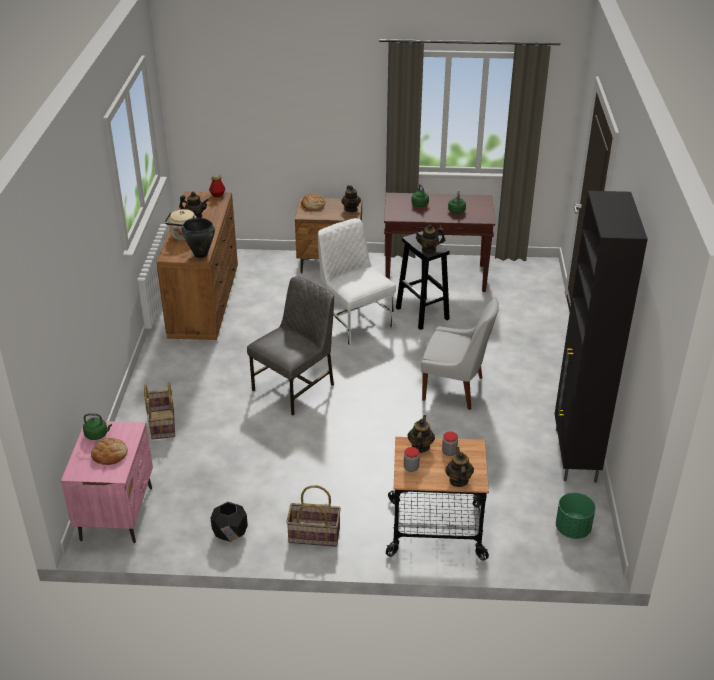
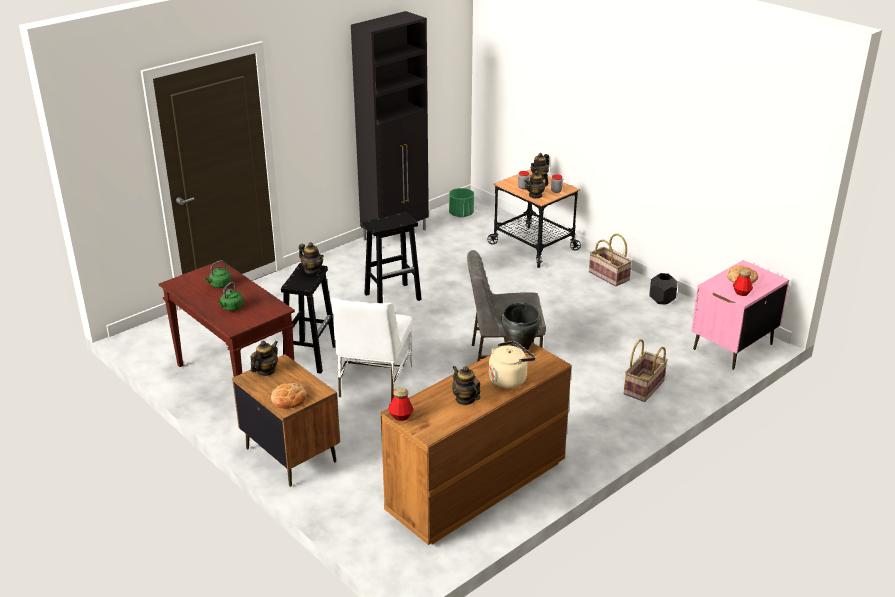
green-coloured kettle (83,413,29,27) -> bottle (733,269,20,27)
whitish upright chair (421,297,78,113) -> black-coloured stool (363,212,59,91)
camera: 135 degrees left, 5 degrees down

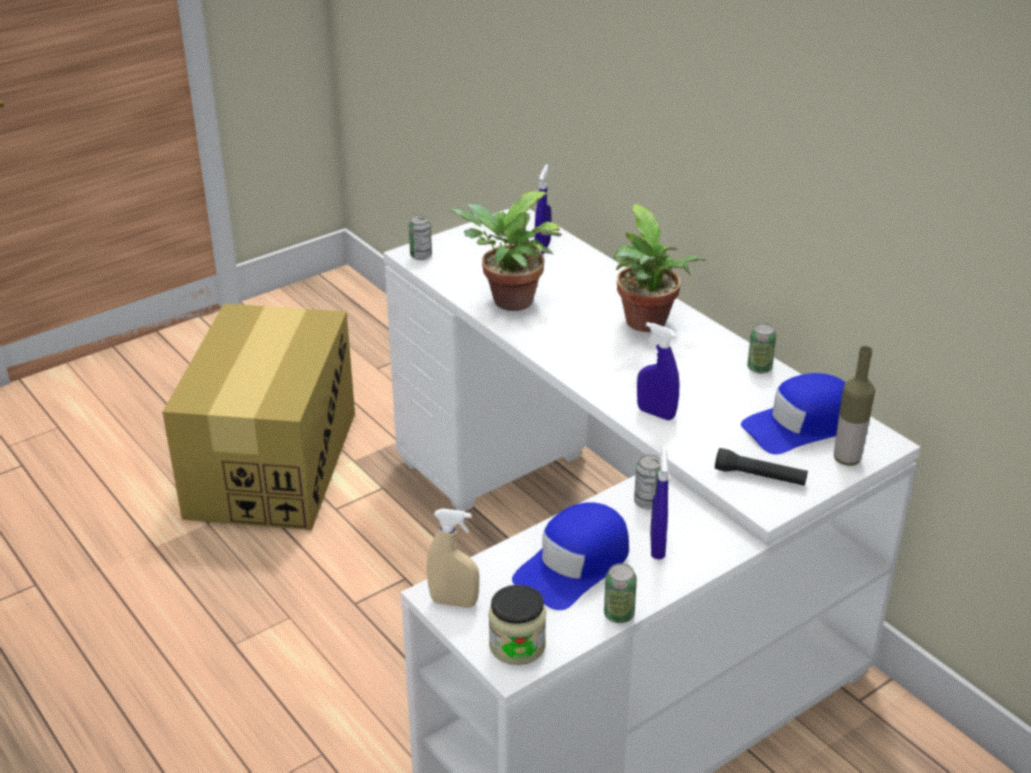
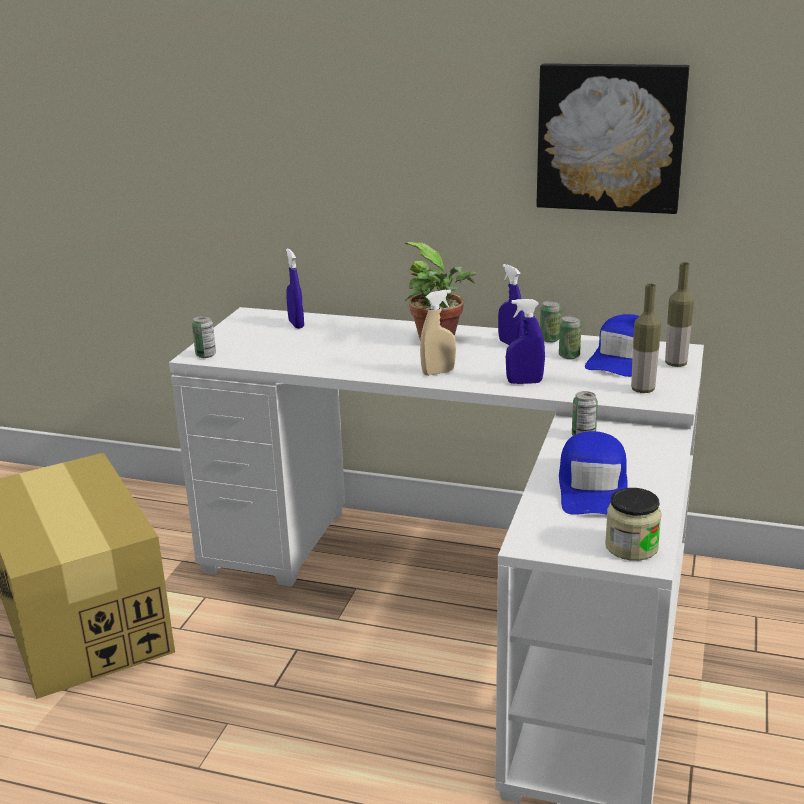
beige-coloured hand sprayer (427,508,52,100) -> beige-coloured hand sprayer (420,289,36,87), shifted
houseplant (448,191,114,120) -> none
can (604,563,33,60) -> can (559,316,22,43), shifted
blue-coloured hand sprayer (650,445,19,114) -> blue-coloured hand sprayer (498,264,26,81), shifted
black-coloured torch (715,448,93,38) -> bottle (631,284,30,109)
none -> wall picture (536,63,154,151)
camera: 35 degrees left, 10 degrees down

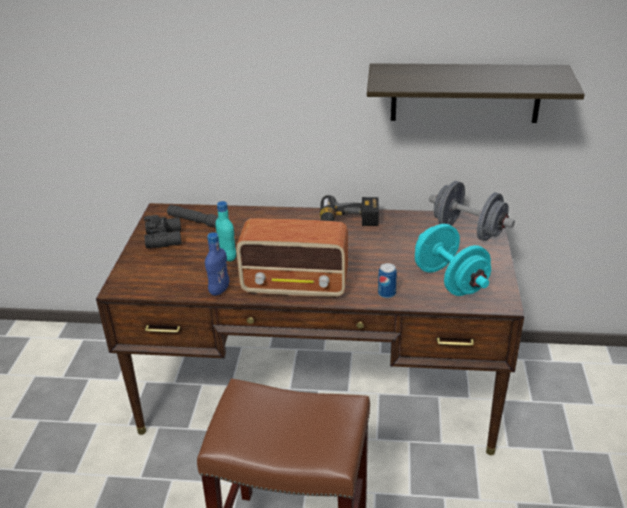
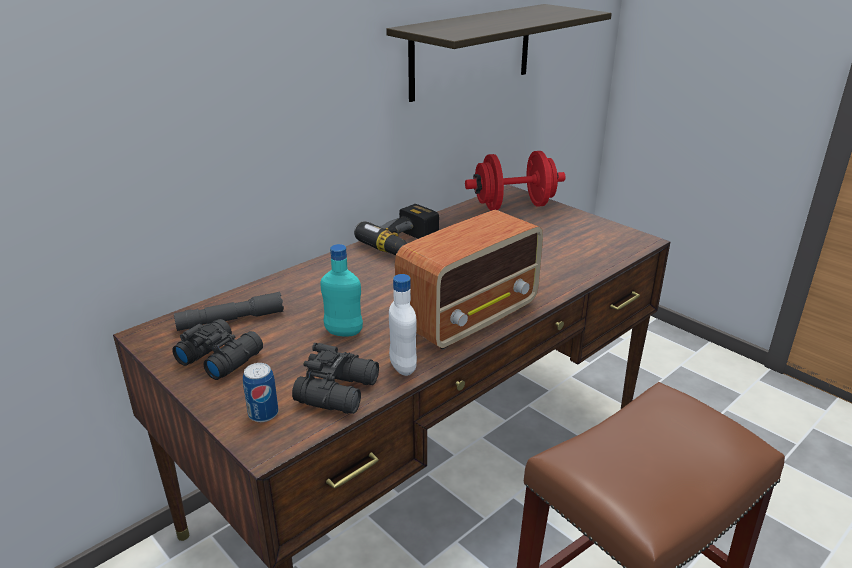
blue-coloured bottle (205,232,24,64) -> whitish bottle (389,274,28,102)
can (378,263,19,35) -> can (243,363,35,59), shifted
blue-green free weight (415,224,76,72) -> none
grey free weight (429,181,86,60) -> red free weight (465,151,100,59)
none -> black-coloured field glasses (292,343,87,71)
camera: 50 degrees left, 5 degrees down

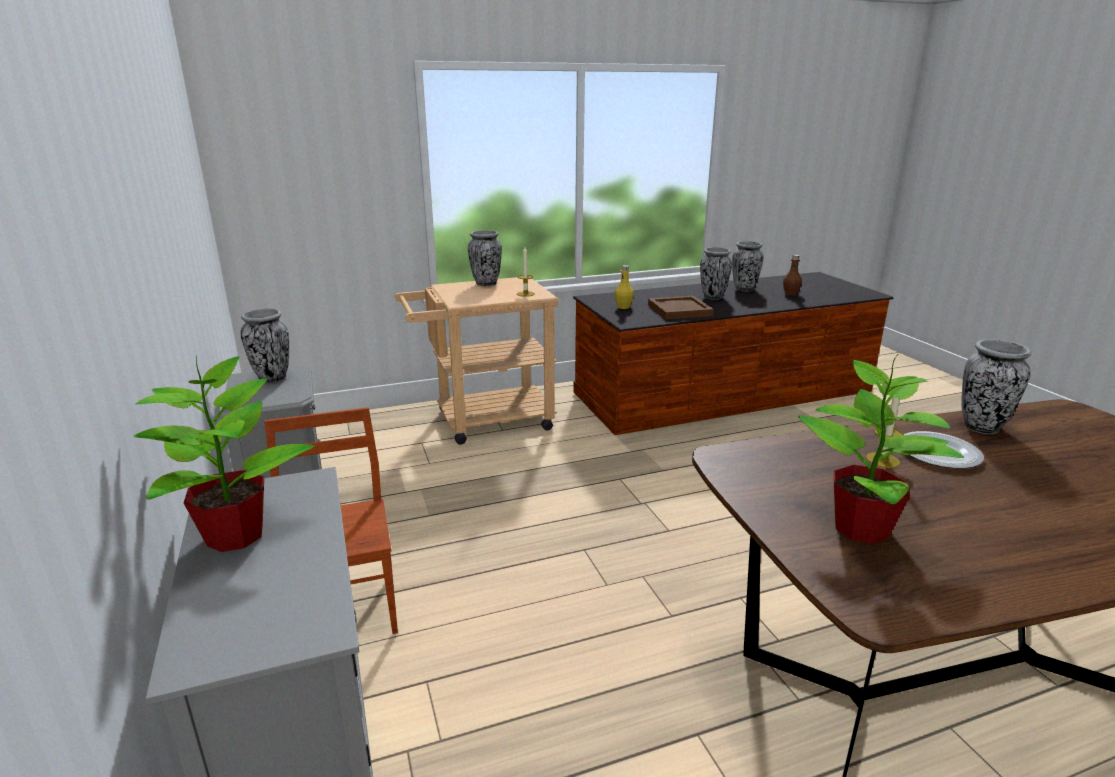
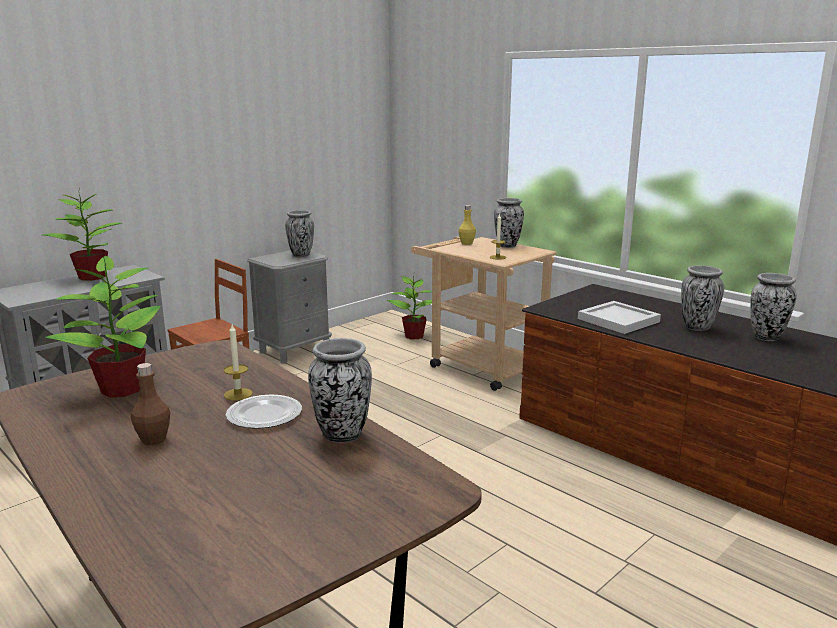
yellowish bottle (615,265,19,44) -> yellowish bottle (459,205,17,40), shifted
brownish serving tray (648,296,66,24) -> whitish serving tray (578,301,83,33)
brownish bottle (783,255,19,41) -> brownish bottle (131,363,39,83), shifted
none -> houseplant (387,274,45,65)
camera: 65 degrees right, 5 degrees down

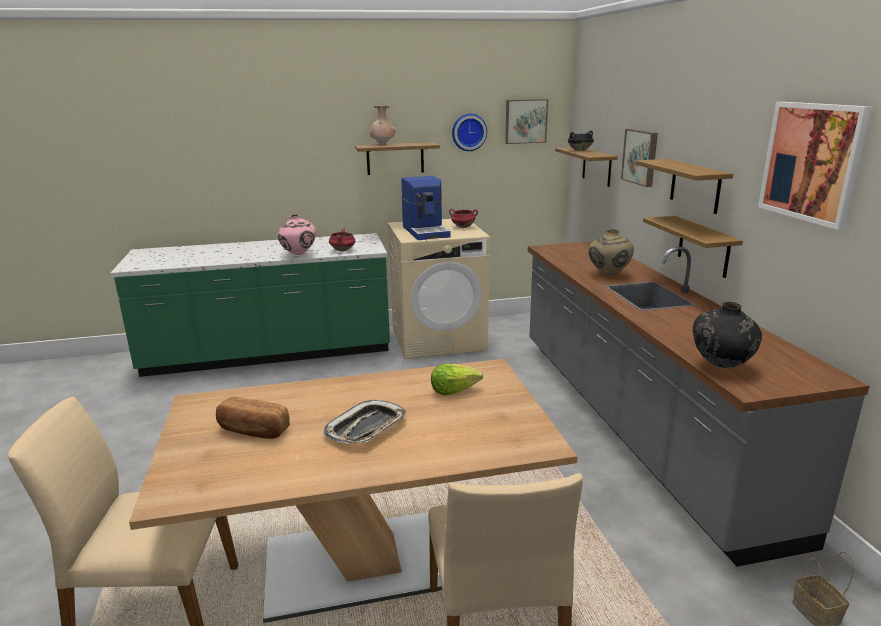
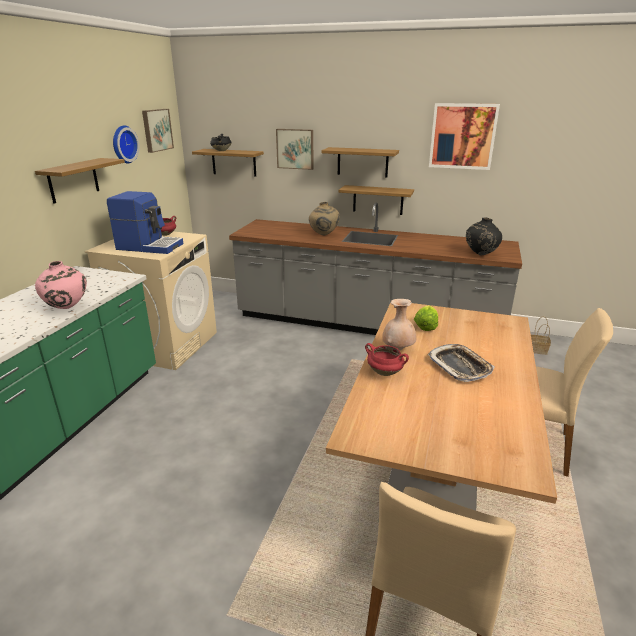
bread (216,396,74,43) -> none
red saucepot (329,228,26,24) -> red saucepot (365,343,44,33), shifted
beige-coloured flower vase (369,105,27,40) -> beige-coloured flower vase (382,299,35,52), shifted
camera: 60 degrees left, 5 degrees up

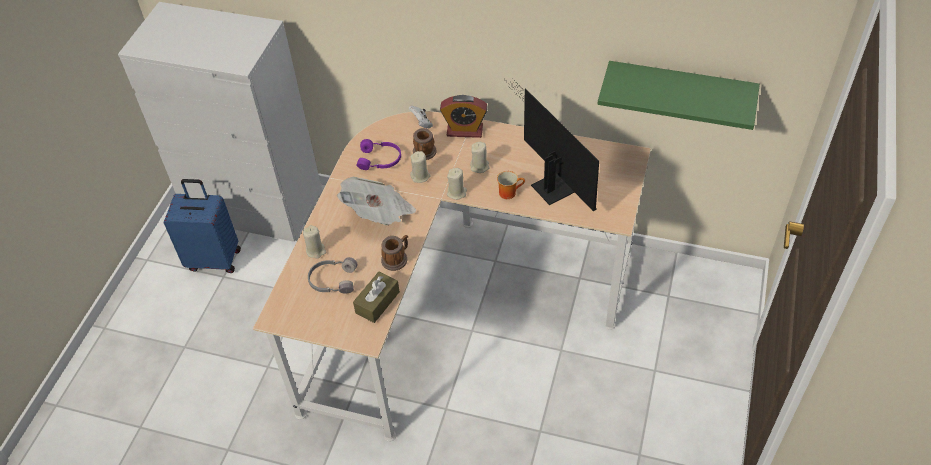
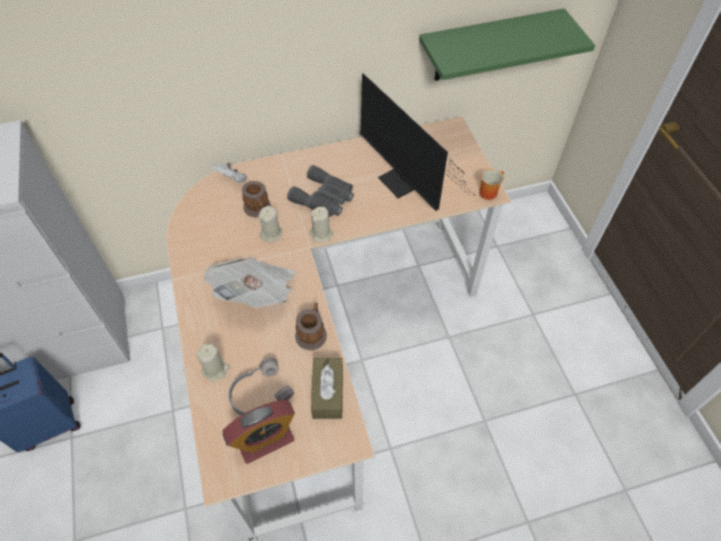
purple headset (356,139,45,31) -> none
bedside clock (440,95,47,43) -> bedside clock (222,400,73,64), shifted
beige-coloured wax candle (470,142,20,31) -> grey field glasses (287,165,67,52)
mug (497,171,28,28) -> mug (479,169,25,31), shifted
computer display (505,79,94,132) -> computer display (360,73,115,138), 150 degrees counterclockwise
camera: 35 degrees left, 5 degrees up

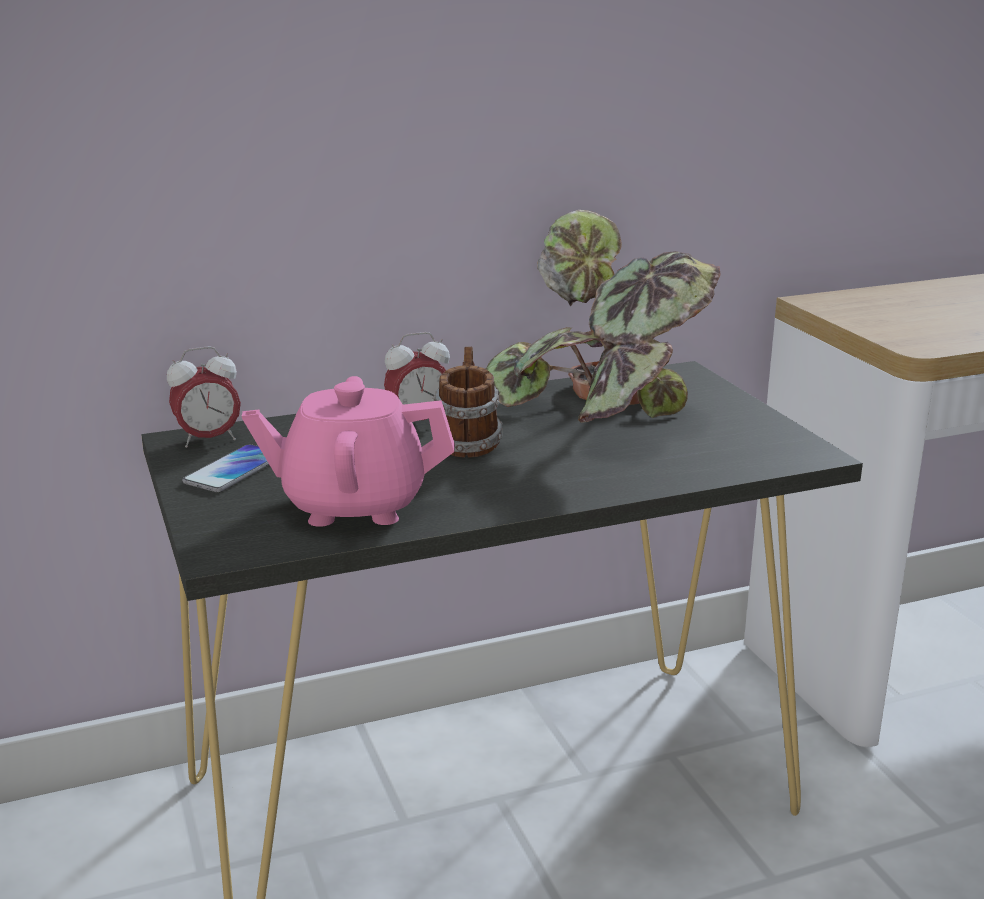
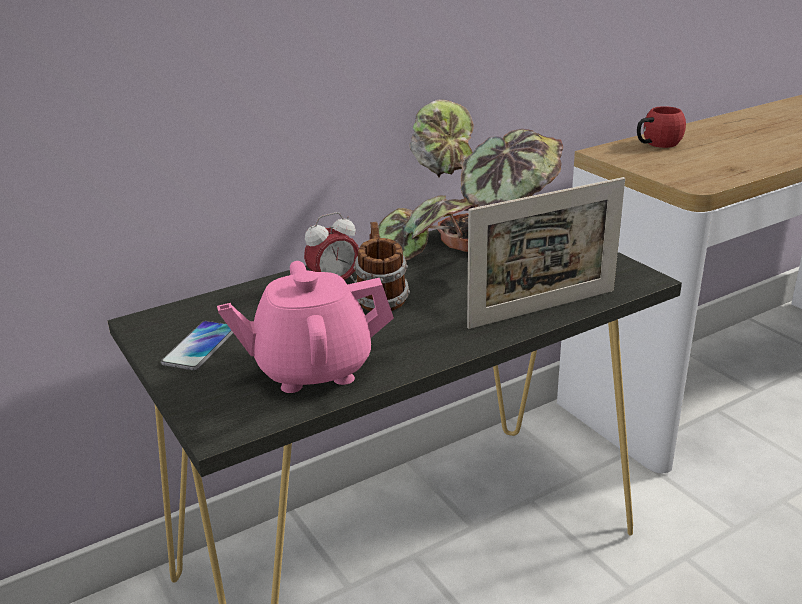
bedside clock (167,346,74,102) -> none
none -> photo frame (467,177,158,152)
none -> red mug (637,106,49,42)
camera: 10 degrees left, 5 degrees up

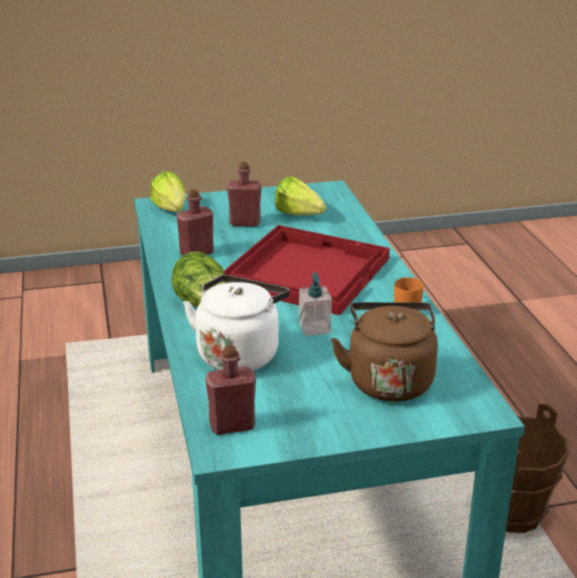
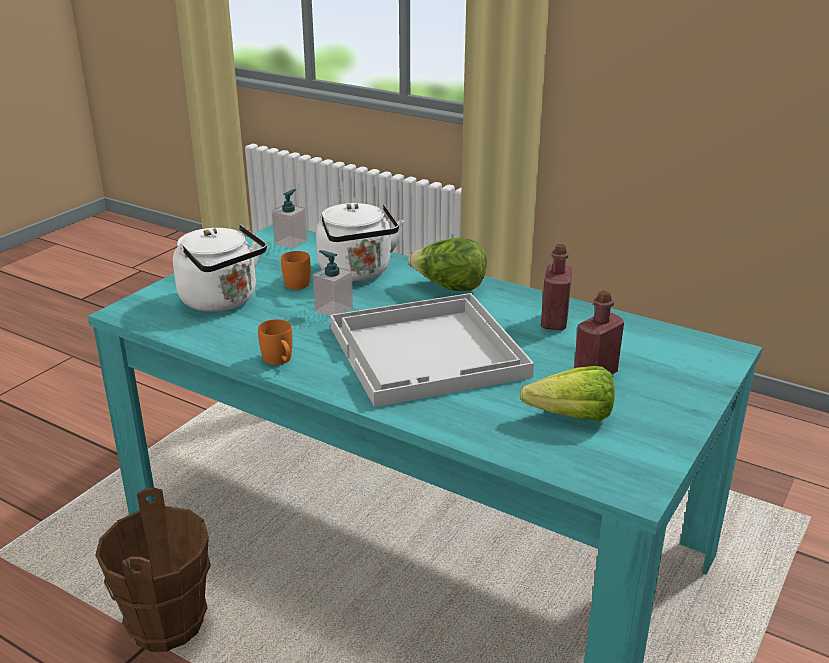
head of lettuce (150,172,36,40) -> none
red bottle (205,345,51,90) -> soap dispenser (272,189,35,60)
red serving tray (224,225,166,90) -> whitish serving tray (330,293,204,114)
brownish kettle (331,302,107,100) -> whitish kettle (173,224,94,88)
none -> orangey mug (281,251,30,39)
camera: 135 degrees right, 0 degrees up

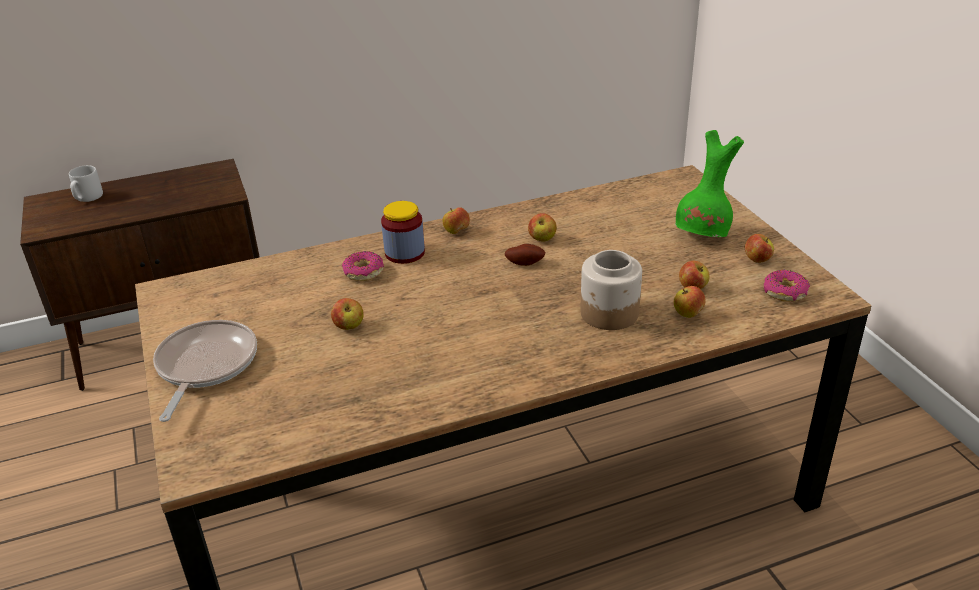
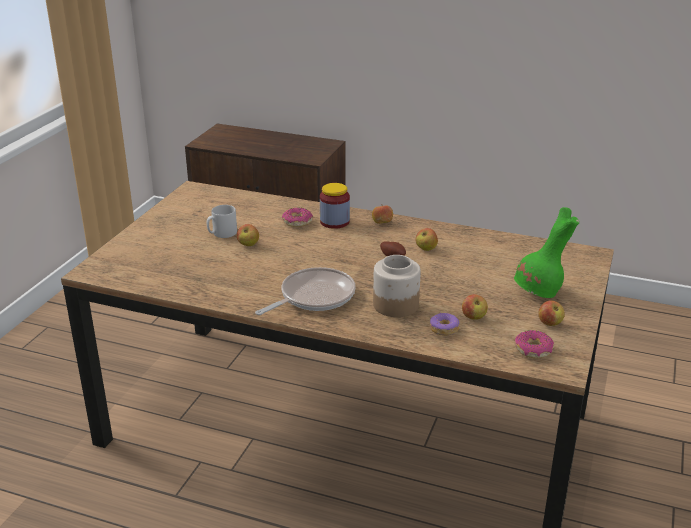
grey mug (69,165,34,37) -> grey mug (207,205,30,33), shifted
pan (153,320,104,102) -> pan (255,267,101,48), shifted
whole apple (674,286,32,32) -> doughnut (430,312,29,24)
camera: 40 degrees right, 5 degrees down

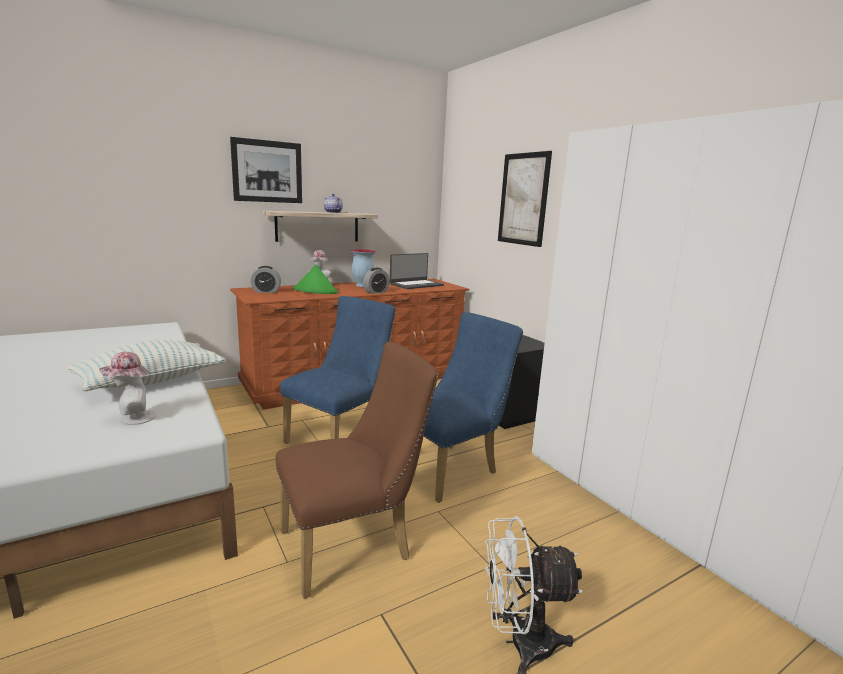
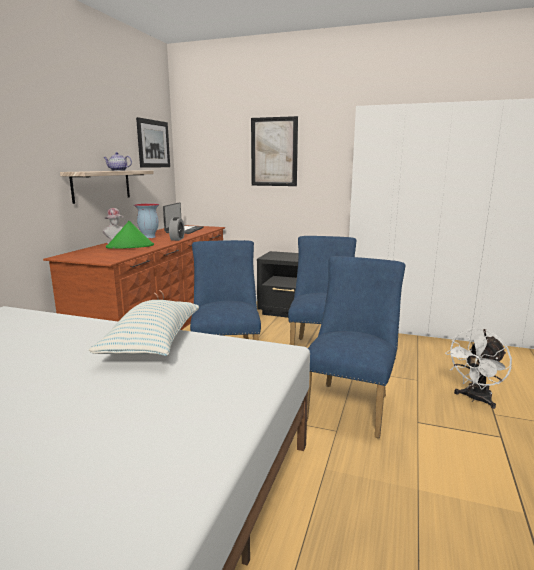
hat (99,352,57,73) -> none
wall picture (230,137,72,66) -> wall picture (136,117,34,51), shifted
bedside clock (251,266,30,27) -> none
brownish upright chair (276,342,162,257) -> blue-coloured upright chair (307,256,98,182)
camera: 40 degrees left, 0 degrees up

